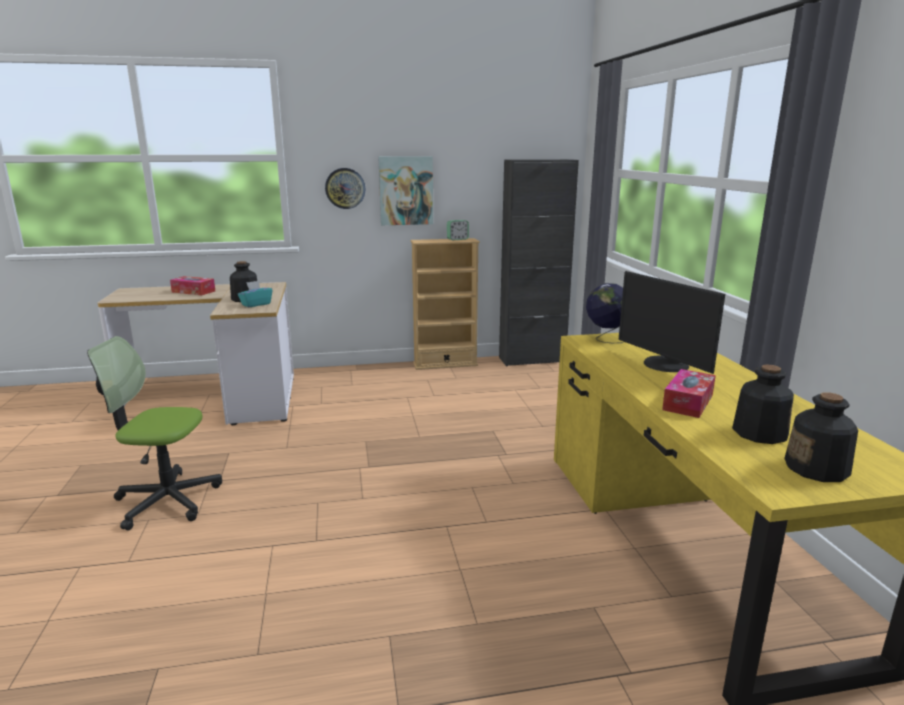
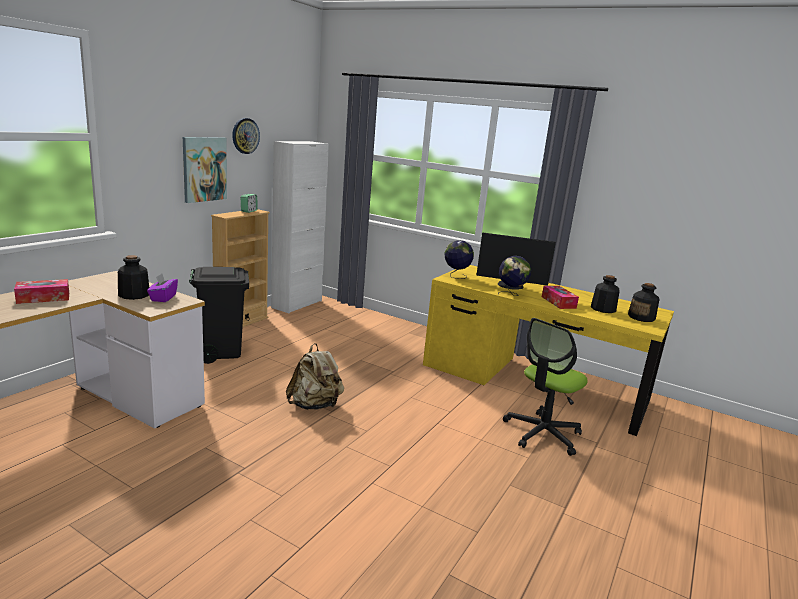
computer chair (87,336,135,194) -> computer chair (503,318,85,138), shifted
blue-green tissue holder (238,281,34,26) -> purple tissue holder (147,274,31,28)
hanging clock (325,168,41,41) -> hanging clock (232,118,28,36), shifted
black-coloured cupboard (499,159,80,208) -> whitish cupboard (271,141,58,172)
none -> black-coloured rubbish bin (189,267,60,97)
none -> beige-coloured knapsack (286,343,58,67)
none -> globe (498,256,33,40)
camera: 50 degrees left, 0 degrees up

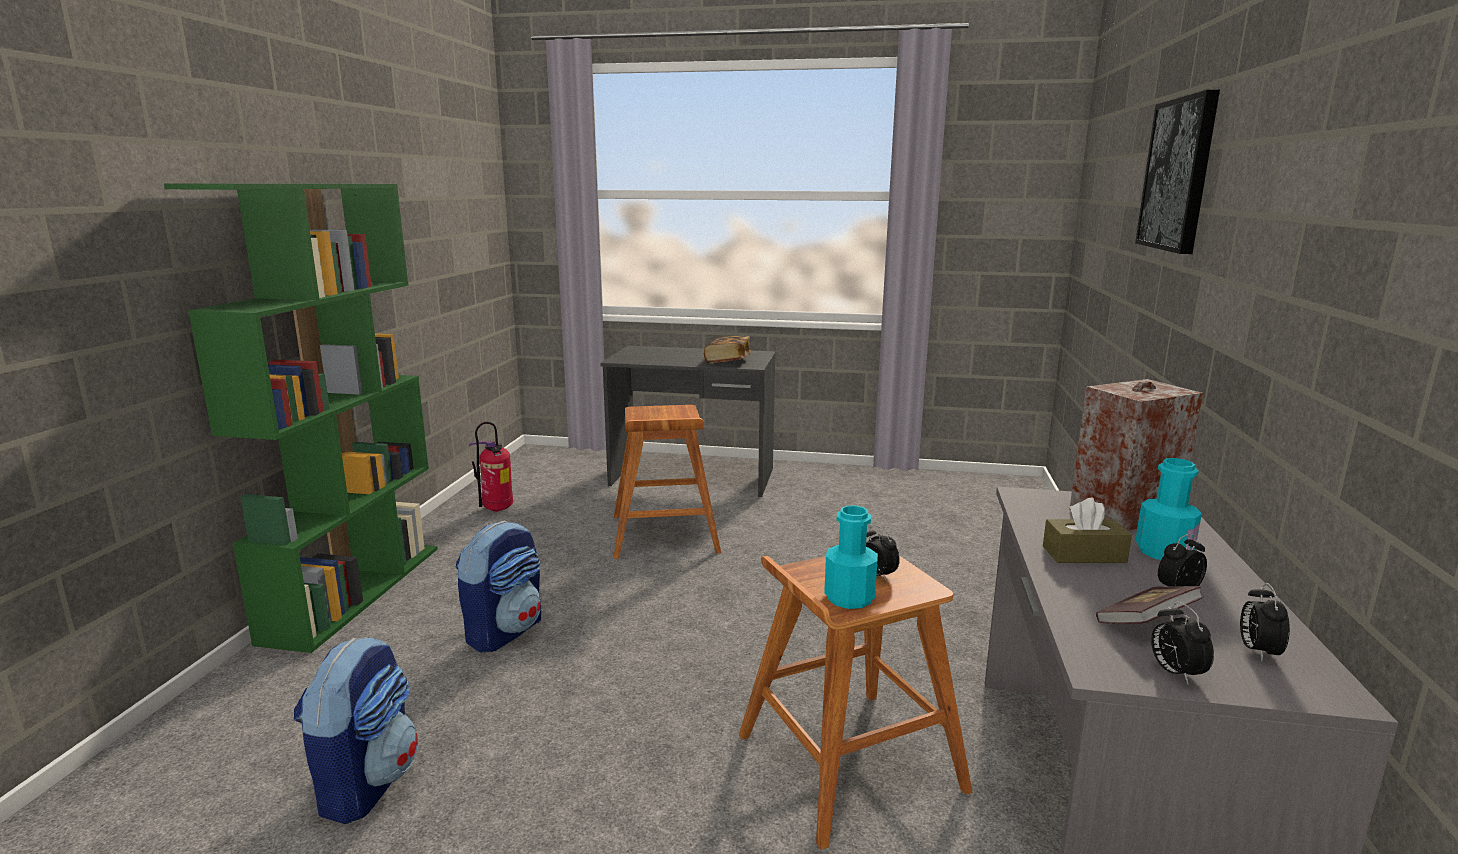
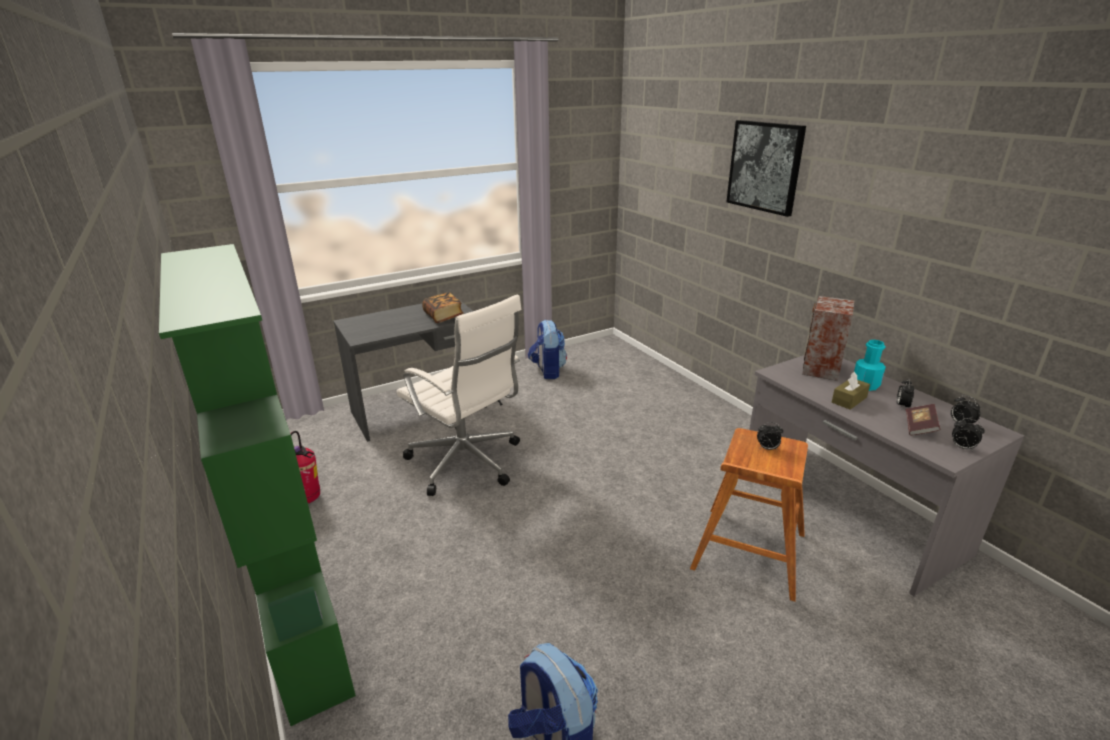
knapsack (455,520,86,133) -> knapsack (528,320,39,59), shifted
brownish stool (613,405,108,154) -> whitish computer chair (396,294,126,202)
blue-green bottle (824,505,54,104) -> none
camera: 40 degrees left, 10 degrees up

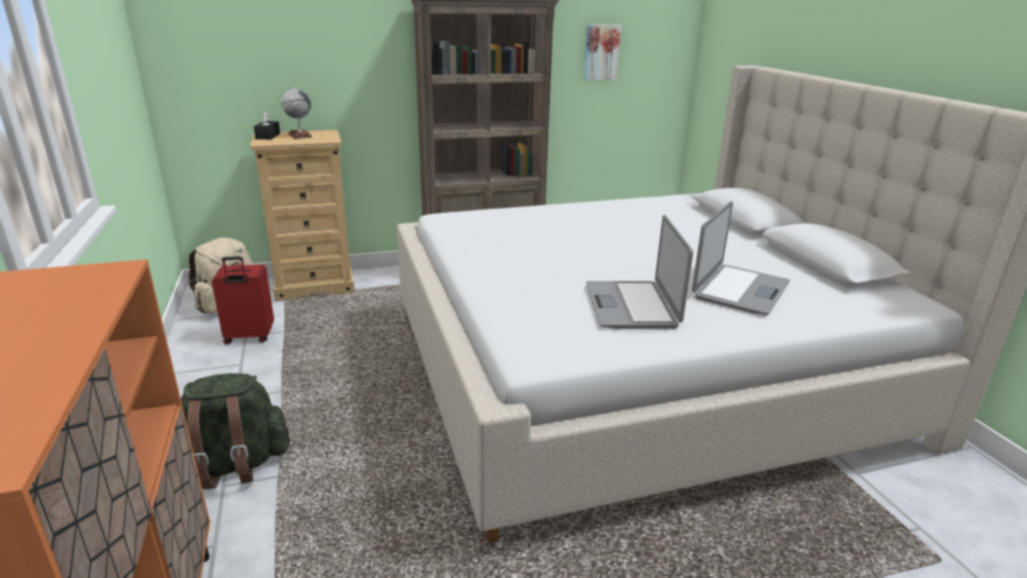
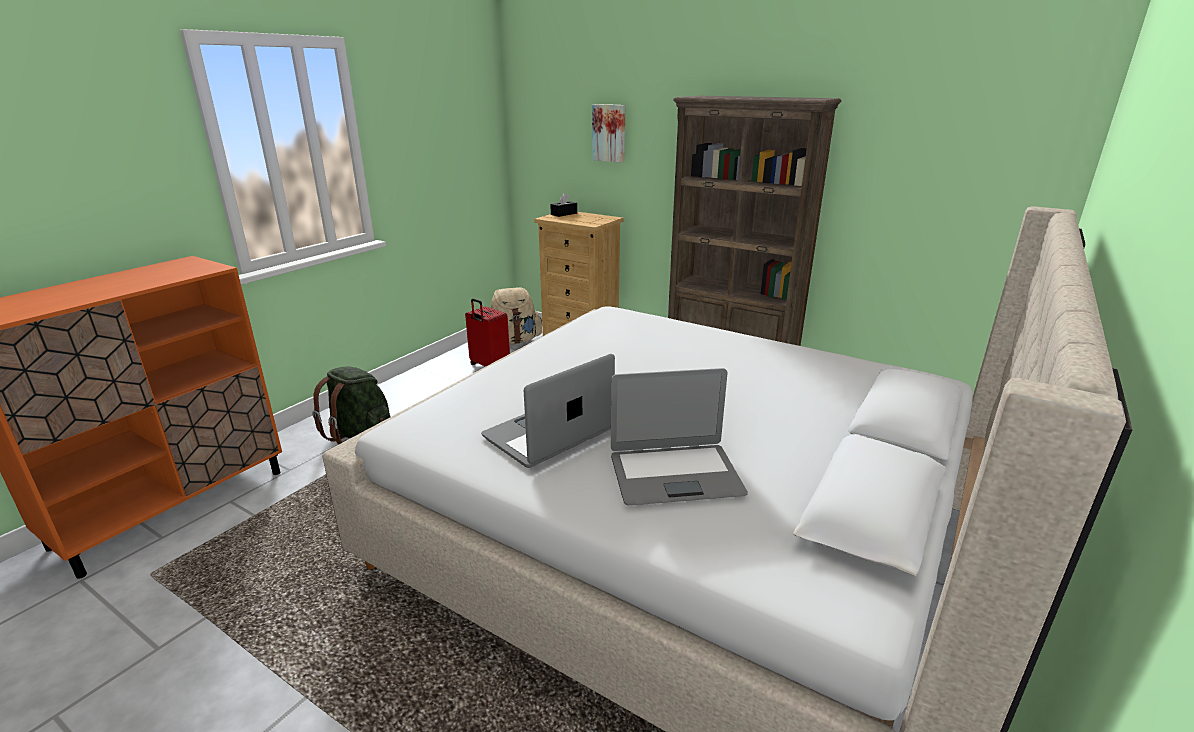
globe (281,87,31,52) -> none
wall picture (583,24,38,56) -> wall picture (592,104,33,59), shifted
camera: 50 degrees right, 0 degrees up

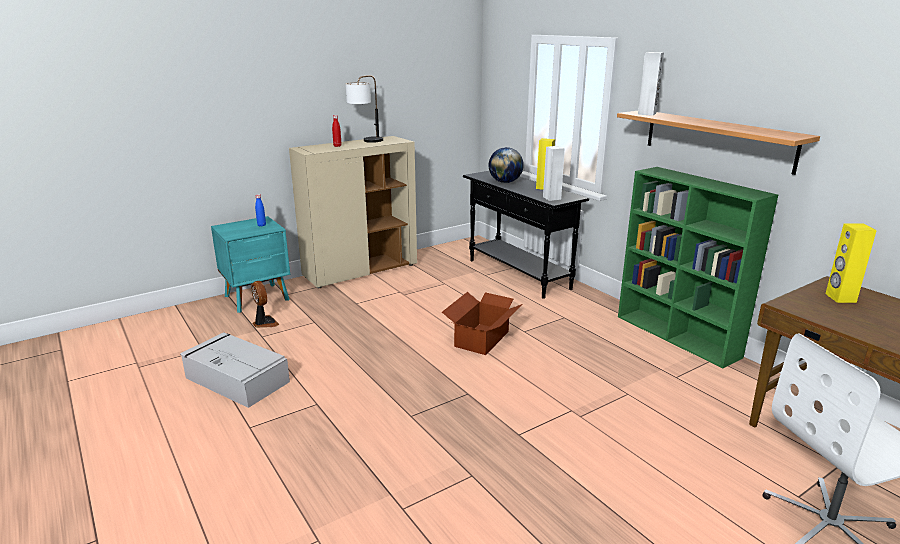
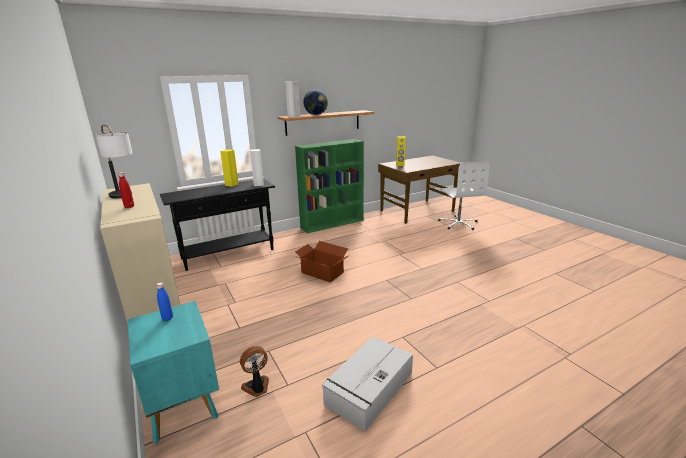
globe (488,147,36,36) -> globe (303,89,25,26), shifted
camera: 85 degrees left, 0 degrees up

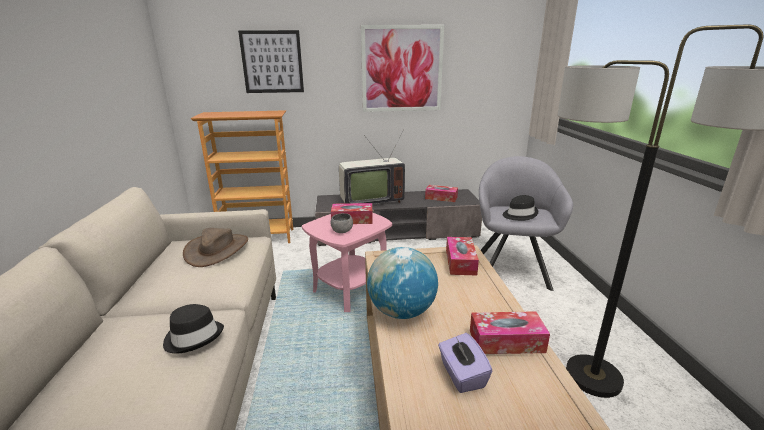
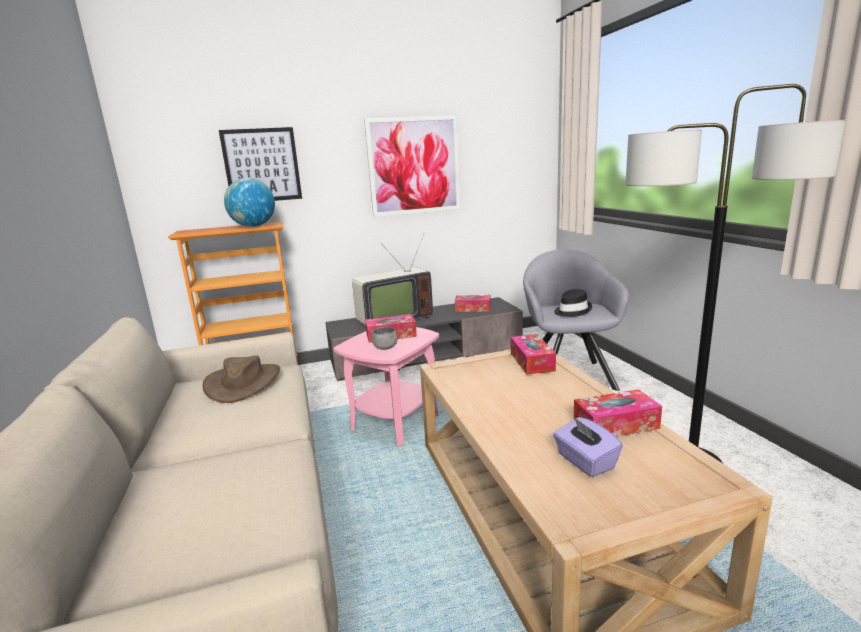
black-coloured hat (163,304,61,49) -> none
globe (367,247,71,72) -> globe (224,178,51,49), shifted
camera: 10 degrees left, 5 degrees down

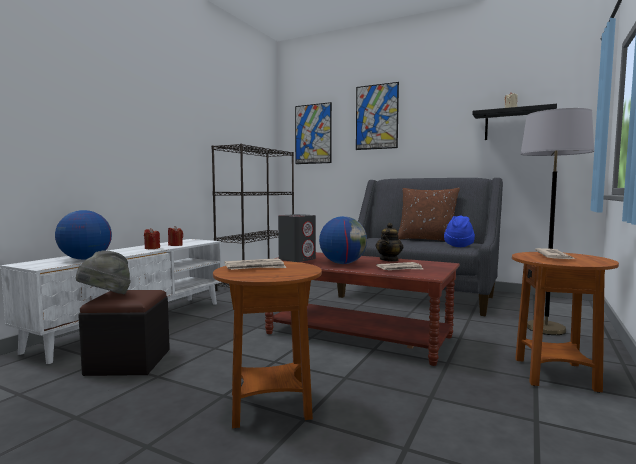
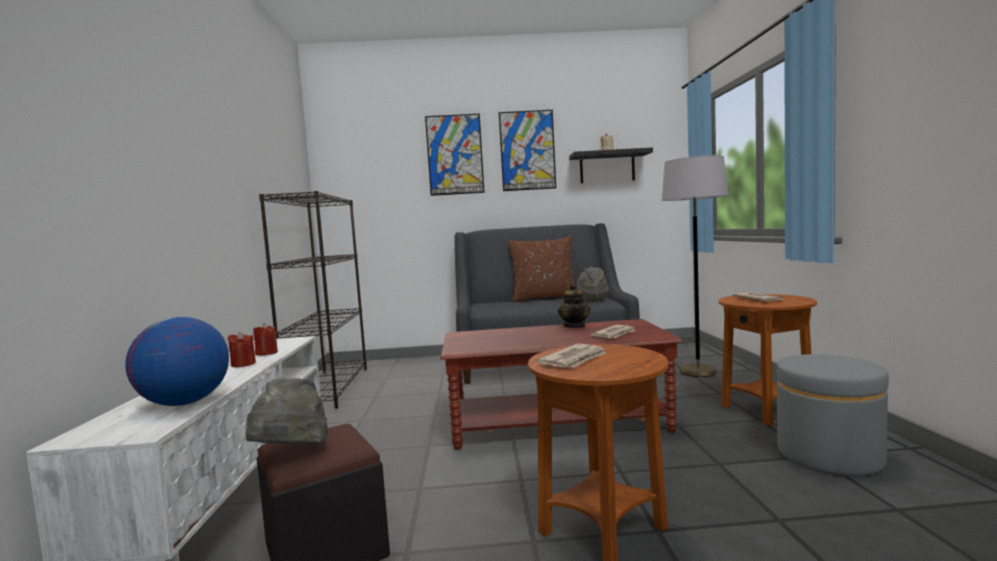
grey loudspeaker (278,214,38,48) -> none
wall picture (295,102,37,62) -> wall picture (499,110,57,81), shifted
globe (319,216,48,48) -> none
blue-coloured hat (444,215,31,32) -> grey hat (577,267,32,35)
none -> grey ottoman (776,354,113,122)
camera: 30 degrees left, 0 degrees up

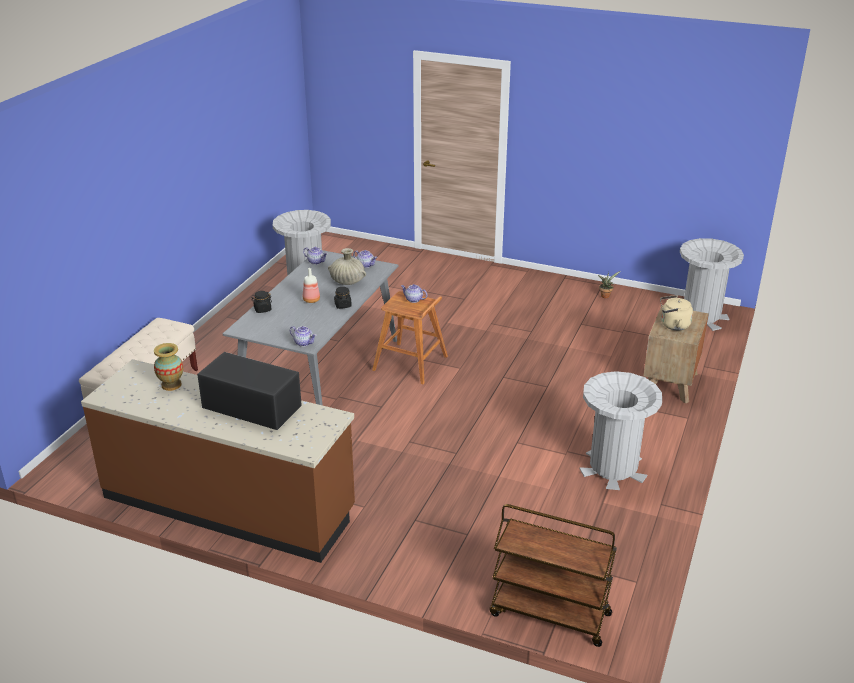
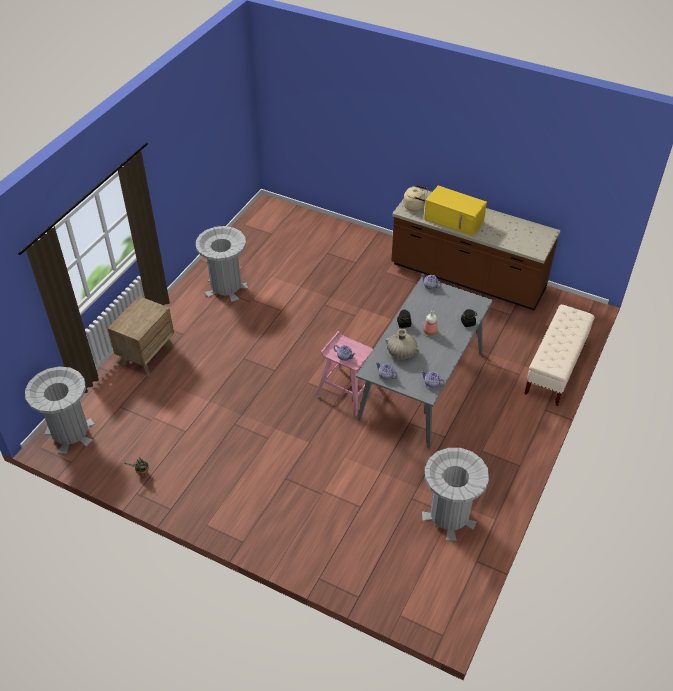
flower vase (154,343,29,48) -> none
black-coloured microwave oven (197,352,105,78) -> yellowish microwave oven (424,185,63,51)
brownish stool (372,291,76,93) -> pink-coloured stool (316,331,62,85)
brownish cart (489,504,128,143) -> none
beige-coloured kettle (660,295,33,35) -> beige-coloured kettle (403,185,25,26), shifted
camera: 175 degrees left, 15 degrees up

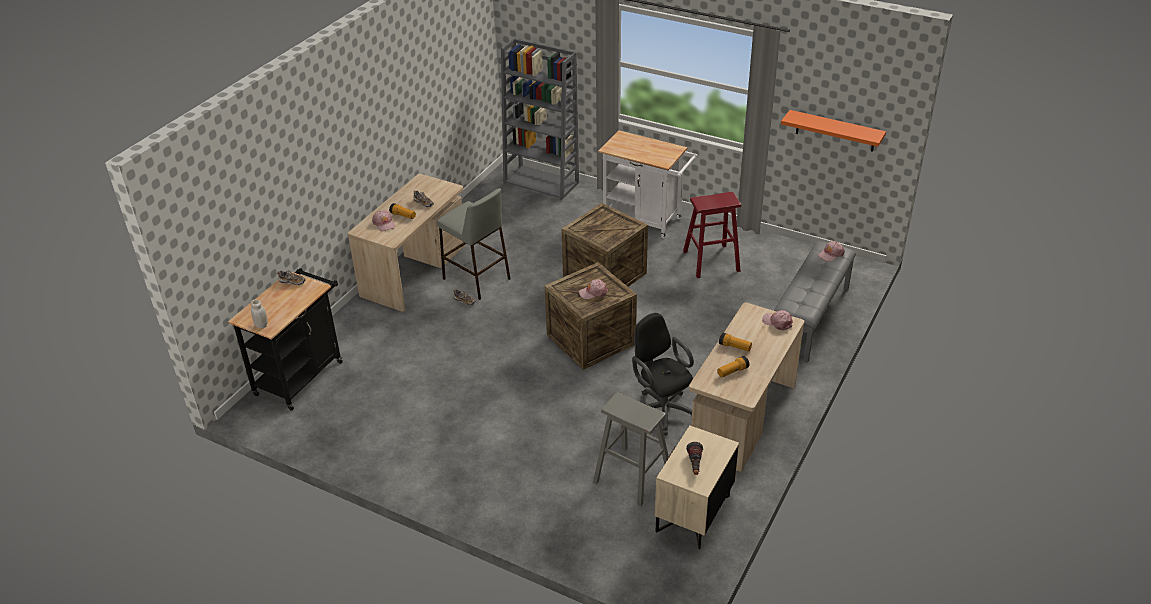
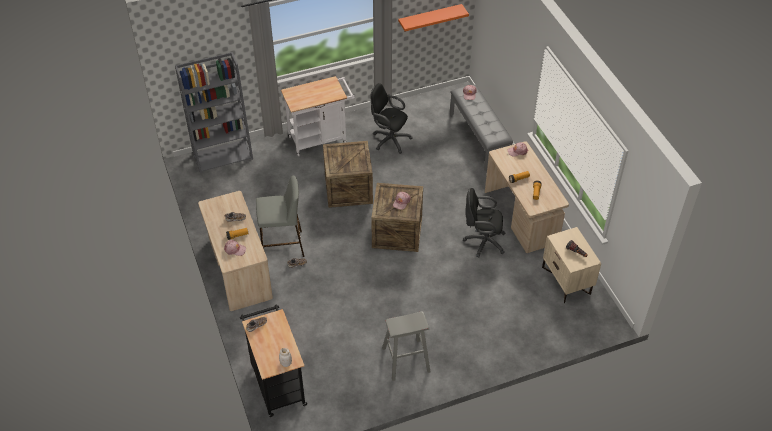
grey stool (593,392,76,114) -> grey stool (382,311,49,70), shifted
red stool (683,192,58,86) -> black-coloured computer chair (371,83,42,71)
camera: 50 degrees left, 10 degrees up

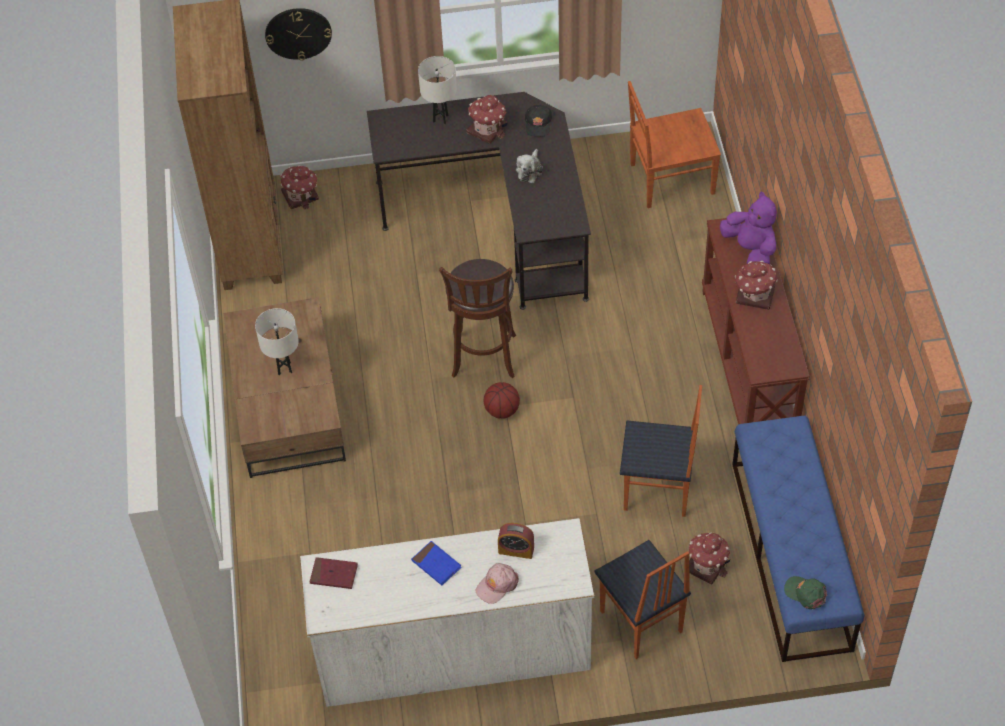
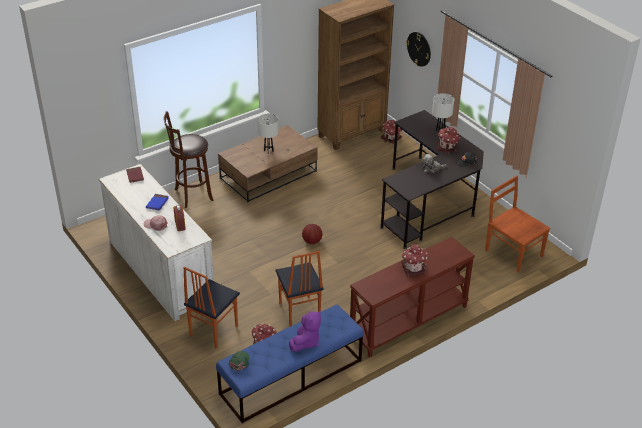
brownish stool (439,259,77,119) -> brownish stool (163,111,50,97), shifted
purple soft toy (720,192,57,72) -> purple soft toy (289,310,32,42), shifted
camera: 60 degrees right, 15 degrees down

